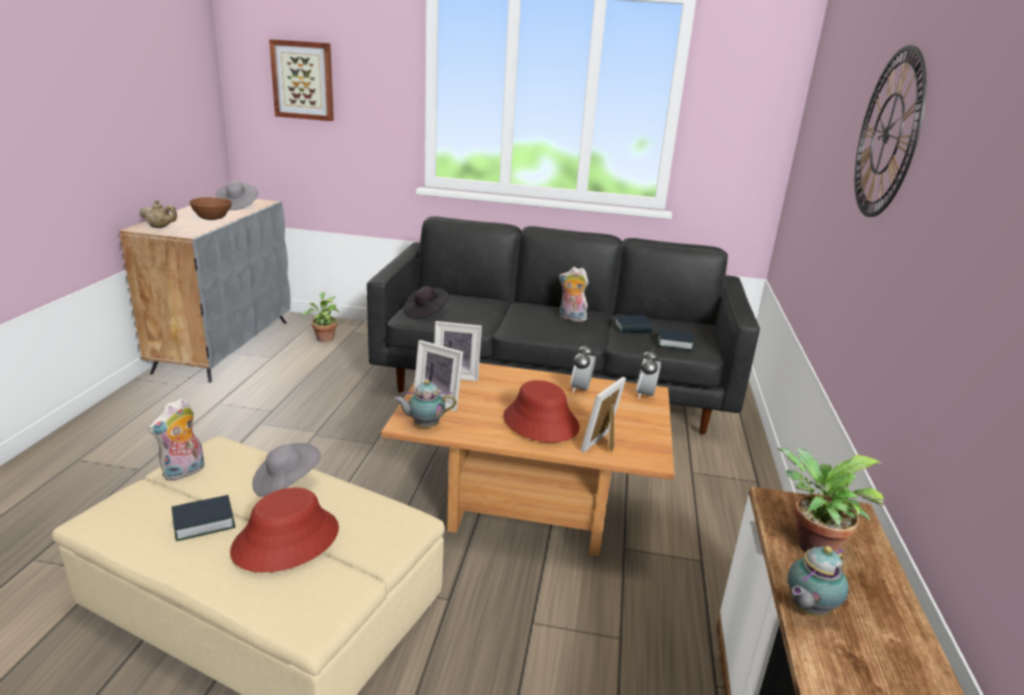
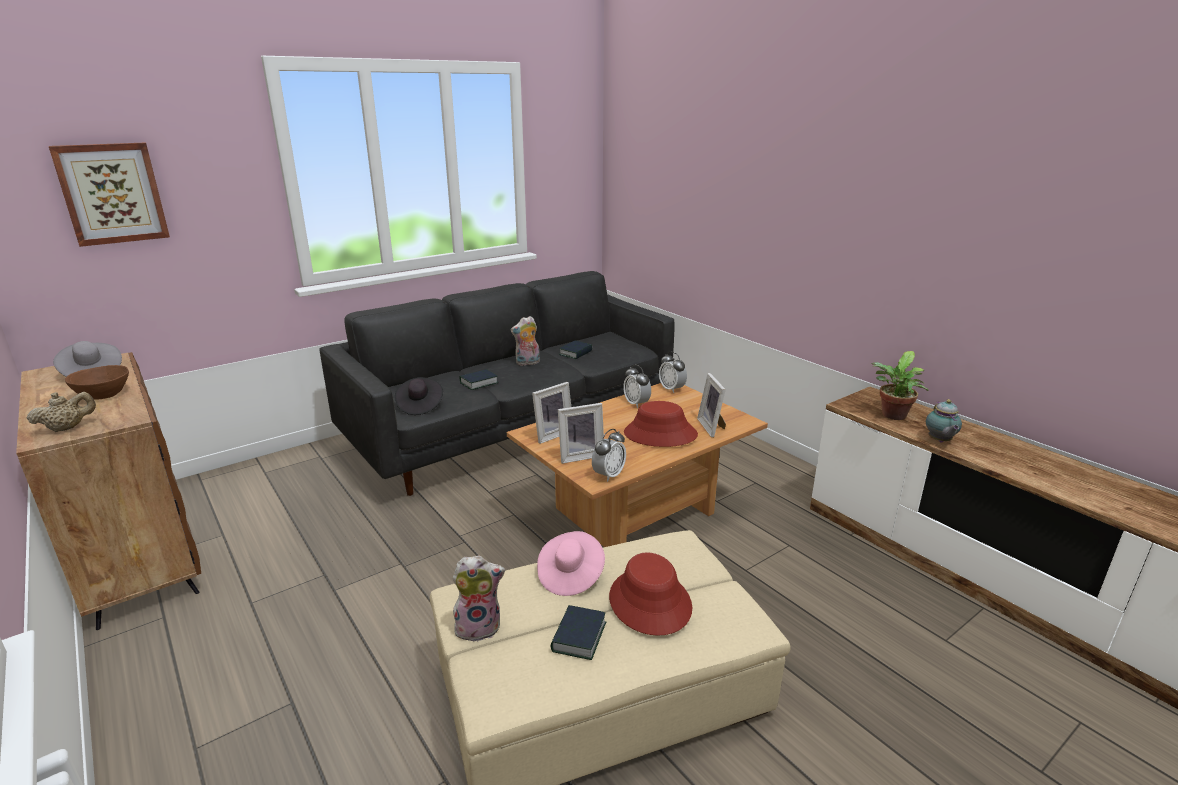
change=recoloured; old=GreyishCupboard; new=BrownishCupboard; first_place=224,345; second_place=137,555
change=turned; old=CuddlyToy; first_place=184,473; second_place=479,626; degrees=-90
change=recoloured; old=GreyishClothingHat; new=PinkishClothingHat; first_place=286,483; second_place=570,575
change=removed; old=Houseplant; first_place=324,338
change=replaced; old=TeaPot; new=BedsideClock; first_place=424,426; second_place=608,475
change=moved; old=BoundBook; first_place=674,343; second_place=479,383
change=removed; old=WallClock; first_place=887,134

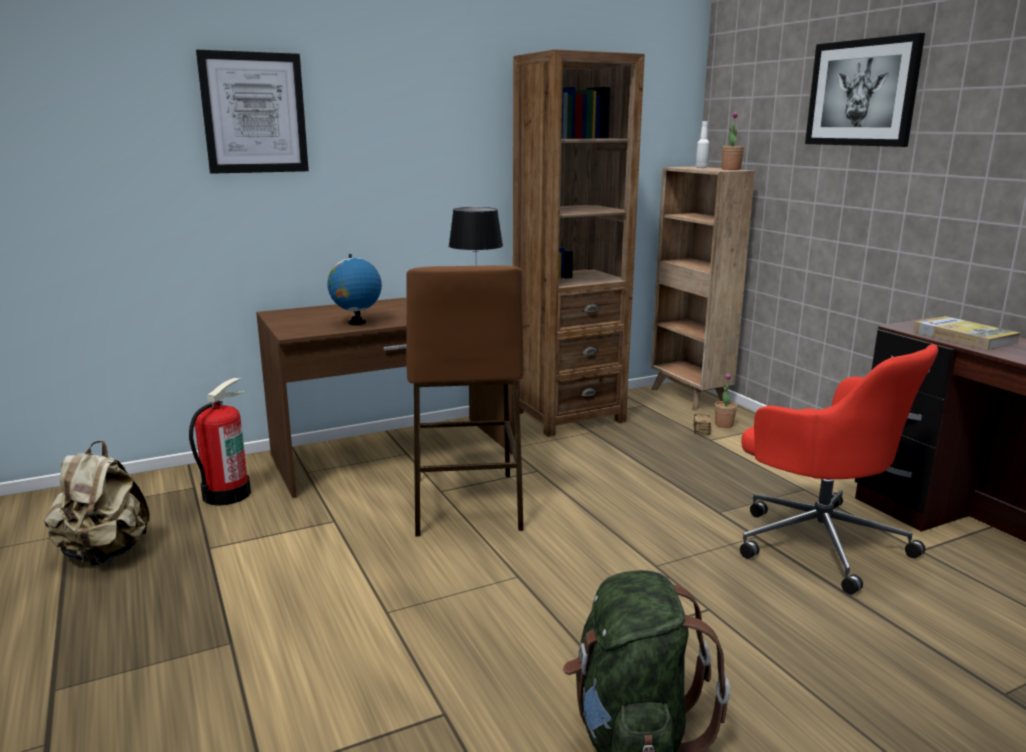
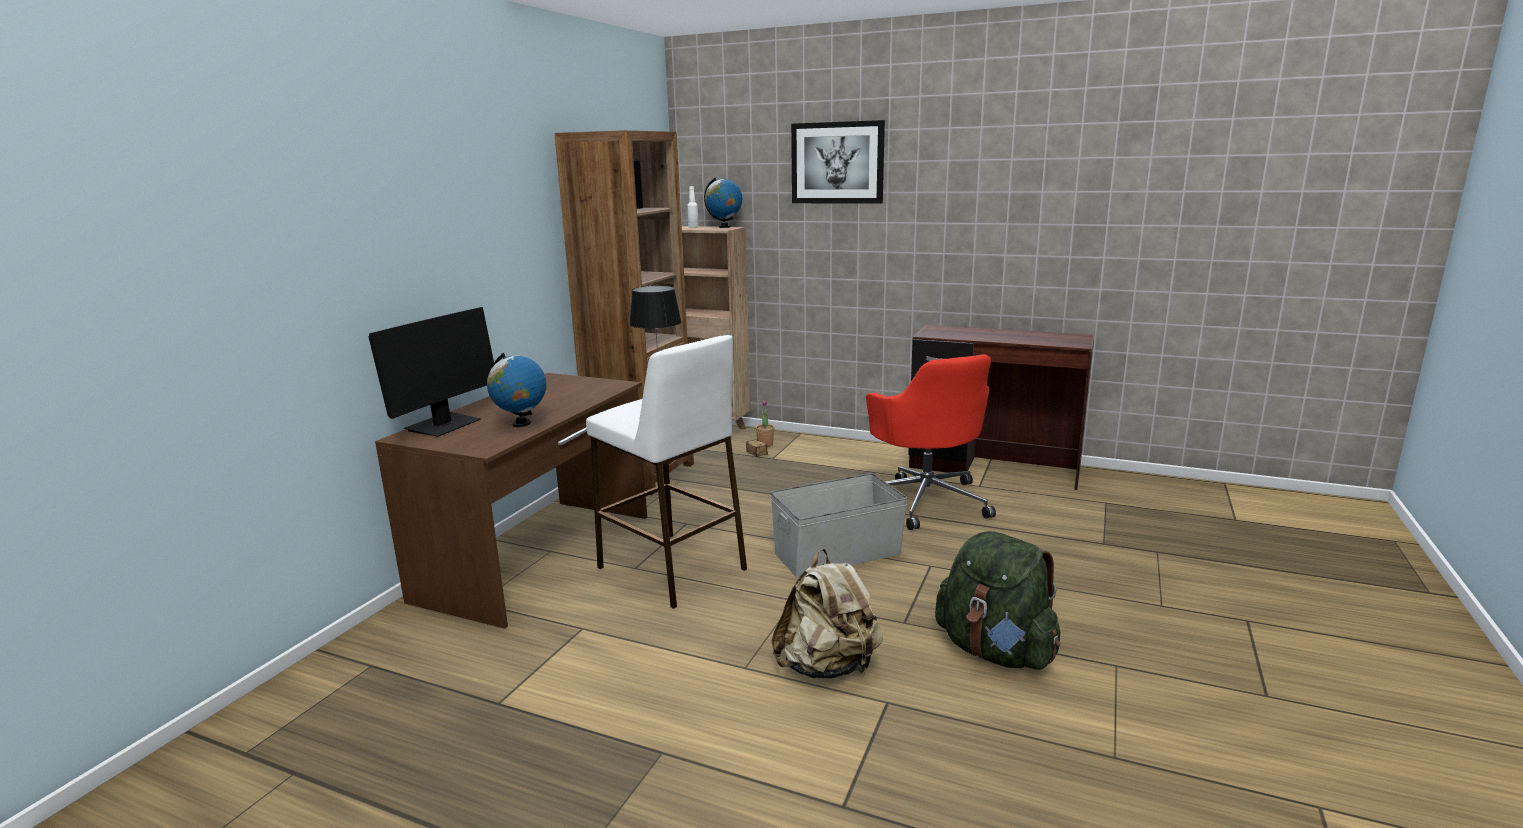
change=moved; old=SandColouredKnapsack; first_place=105,554; second_place=827,667
change=removed; old=Extinguisher; first_place=226,494
change=removed; old=WallPicture; first_place=254,113
change=recoloured; old=BrownishStool; new=WhiteColouredStool; first_place=466,504; second_place=672,569
change=replaced; old=Houseplant; new=DeskGlobe; first_place=731,169; second_place=724,227
change=turned; old=RedColouredComputerChair; first_place=817,541; second_place=926,501; degrees=60
change=removed; old=BoundBook; first_place=964,337
change=added; new=ComputerScreen; second_place=443,425
change=added; new=GreyishStorageContainer; second_place=836,553

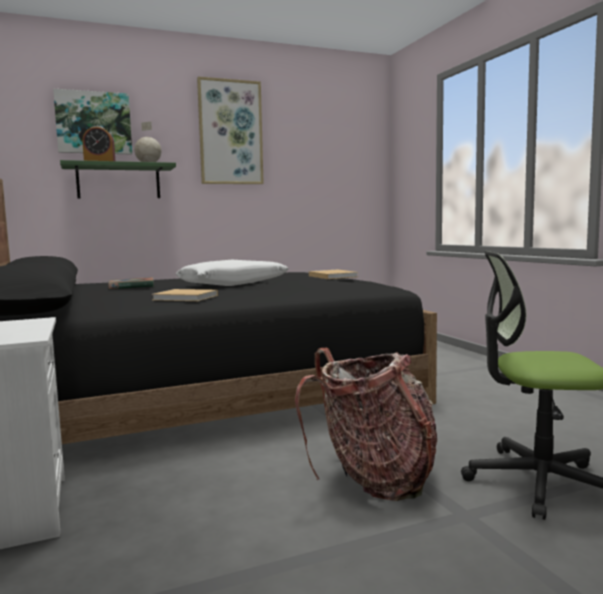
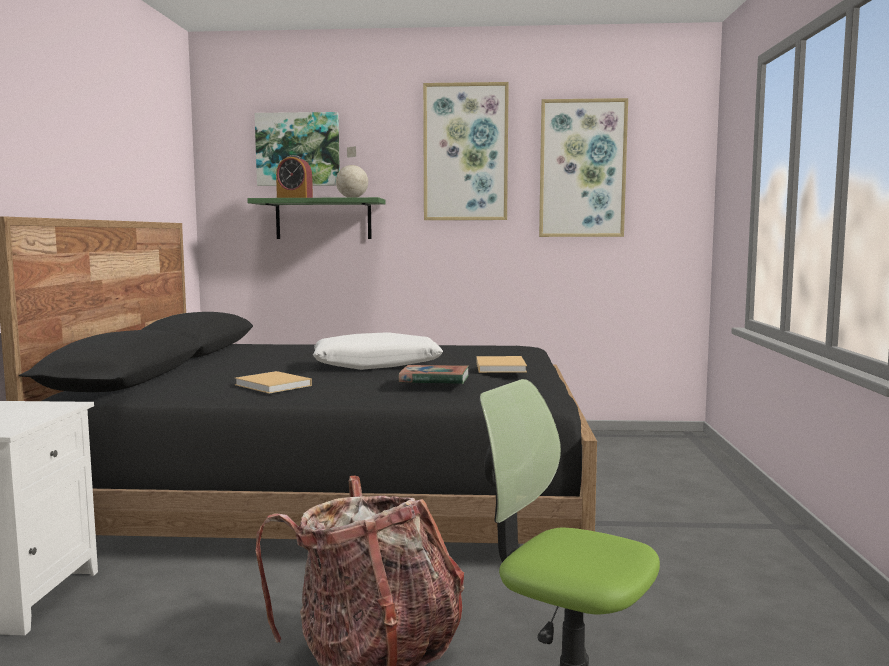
change=moved; old=BoundBook; first_place=131,287; second_place=434,380
change=added; new=WallPicture; second_place=582,169

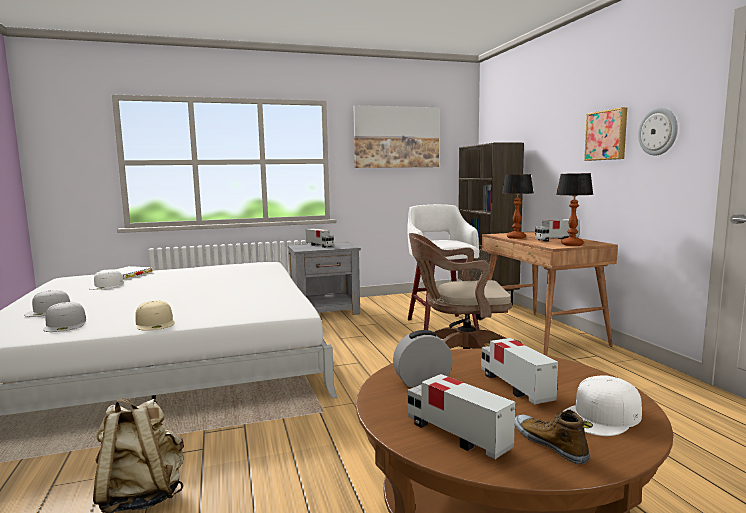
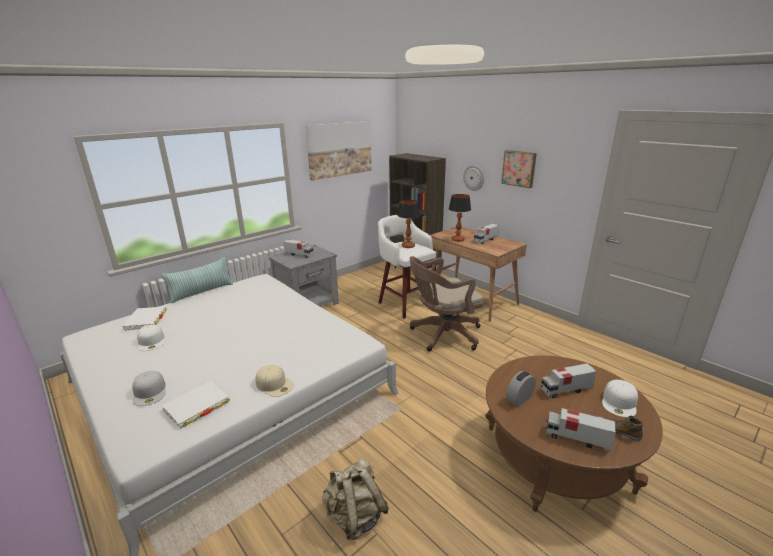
change=replaced; old=WhiteColouredCap; new=WhiteColouredBoundBook; first_place=66,324; second_place=197,406
change=turned; old=ModelTruck; first_place=515,386; second_place=565,390; degrees=-60
change=moved; old=LampForATable; first_place=572,244; second_place=408,246
change=moved; old=WallClock; first_place=658,131; second_place=474,177
change=added; new=Pillow; second_place=201,292

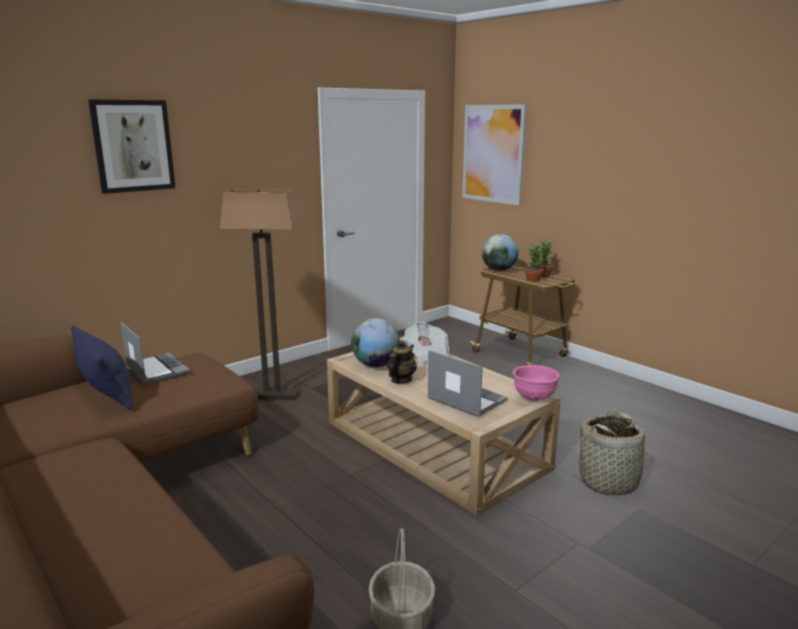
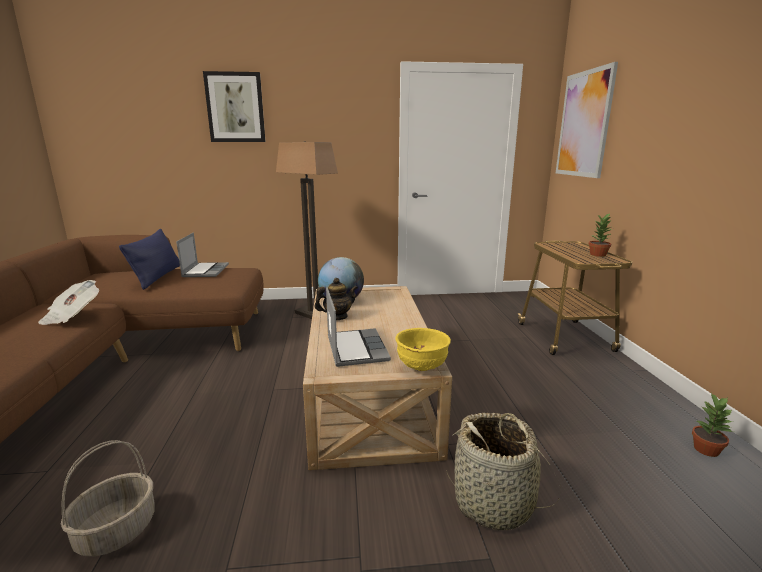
change=moved; old=DailyPaper; first_place=426,356; second_place=72,316
change=removed; old=DeskGlobe; first_place=499,270
change=recoloured; old=PinkishBowl; new=YellowishBowl; first_place=534,397; second_place=422,367
change=moved; old=Houseplant; first_place=533,279; second_place=706,449

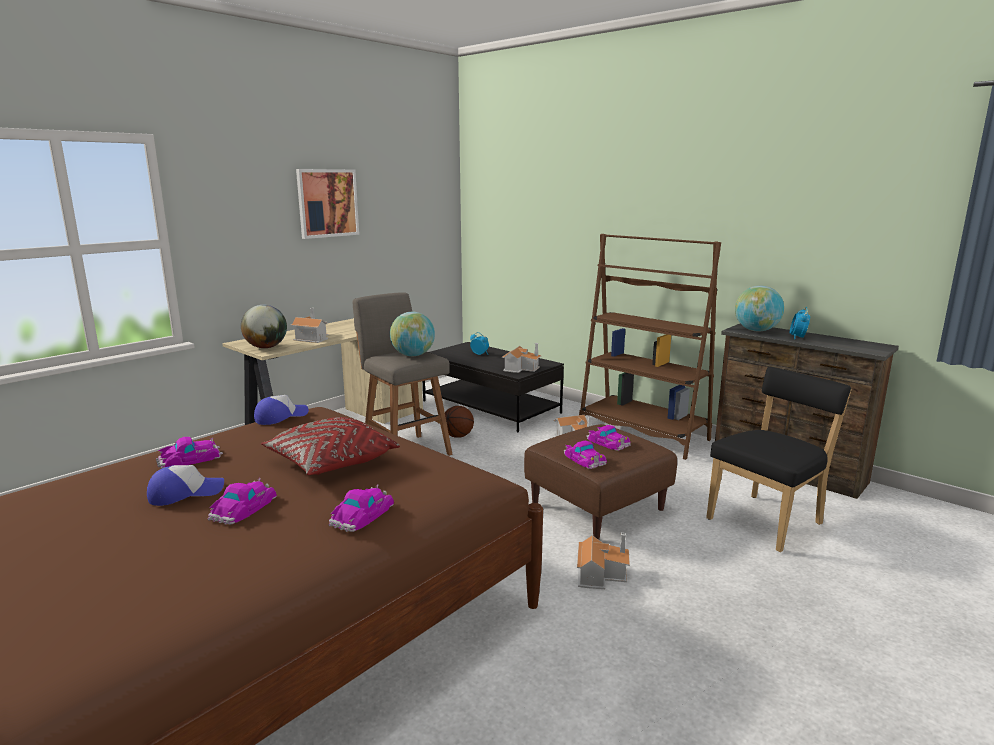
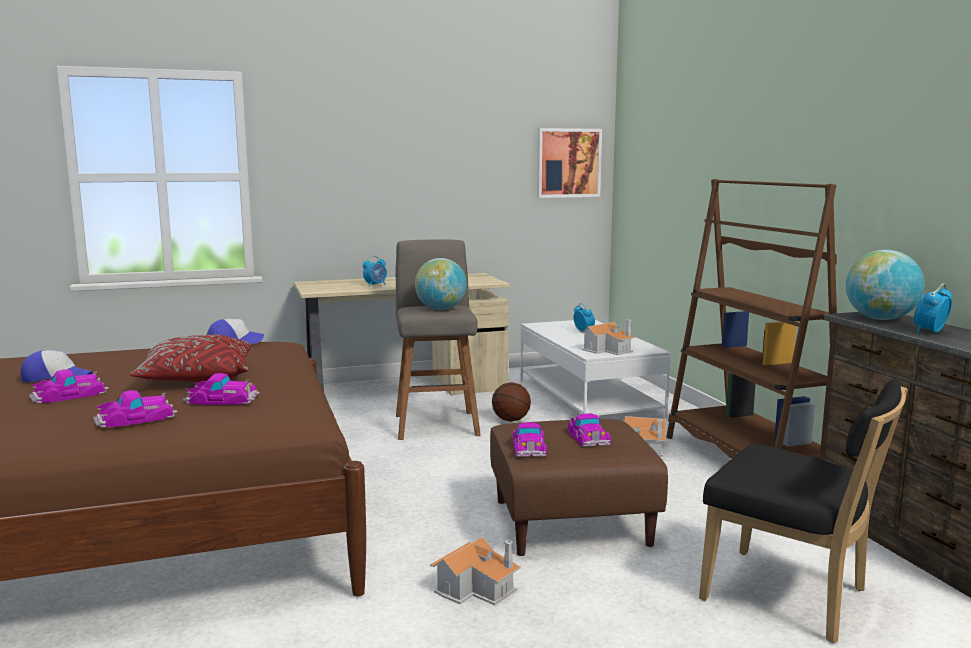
change=moved; old=ToyCar; first_place=190,458; second_place=222,399
change=removed; old=DeskGlobe; first_place=266,347
change=replaced; old=MiniatureHouse; new=BedsideClock; first_place=312,338; second_place=375,285
change=moved; old=WallPicture; first_place=327,203; second_place=568,163
change=recoloured; old=BlackColouredCoffeeTable; new=WhiteColouredCoffeeTable; first_place=490,407; second_place=587,399
change=turned; old=BlackColouredChair; first_place=768,520; second_place=791,597; degrees=45

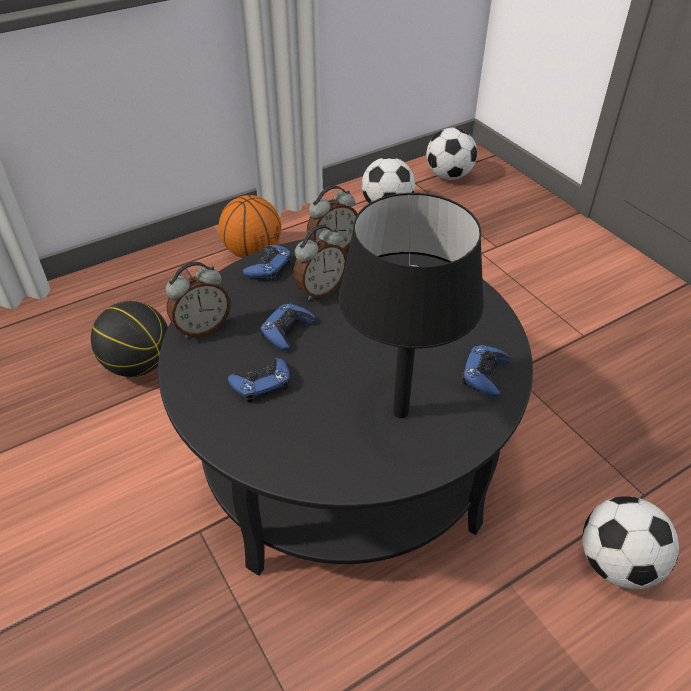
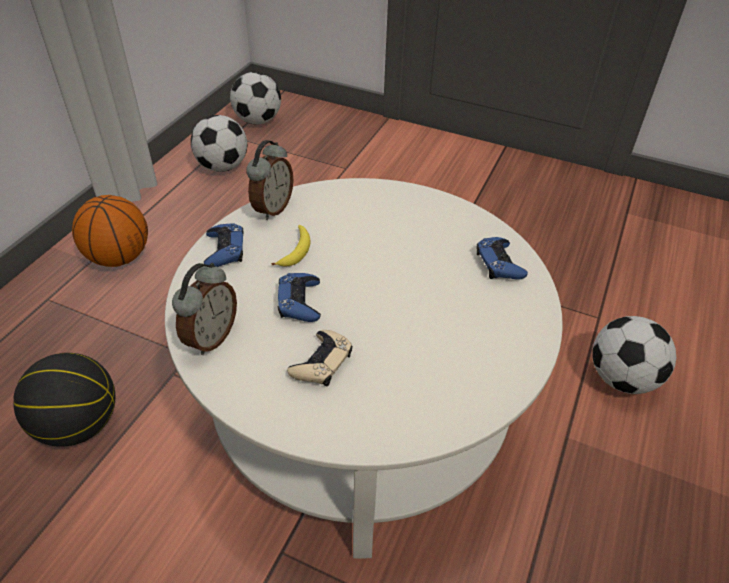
change=recoloured; old=BlackColouredCoffeeTable; new=WhiteColouredCoffeeTable; first_place=345,455; second_place=361,405
change=recoloured; old=BlueColouredGameController; new=SandColouredGameController; first_place=261,383; second_place=321,362
change=replaced; old=BedsideClock; new=Banana; first_place=320,290; second_place=296,251
change=removed; old=BlackColouredLampForATable; first_place=400,411

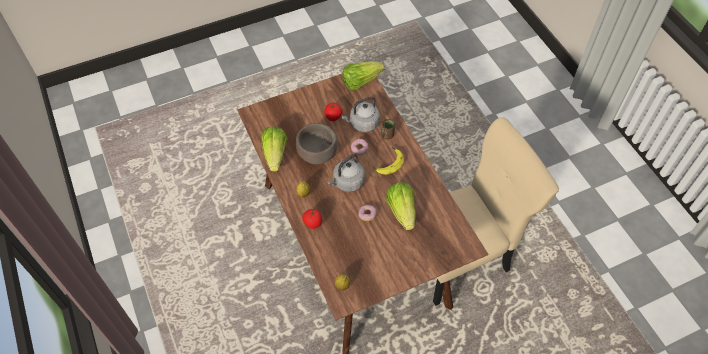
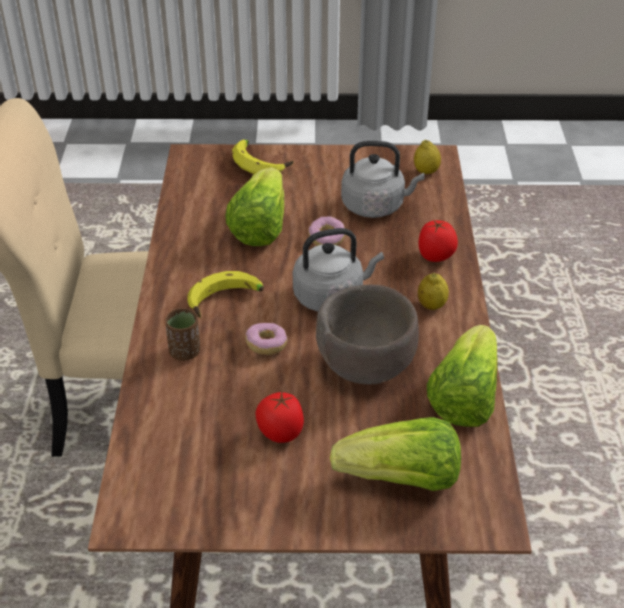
change=moved; old=Lettuce; first_place=360,81; second_place=402,479
change=moved; old=GreyishTeaKettle; first_place=362,124; second_place=376,206
change=added; new=Banana; second_place=261,163

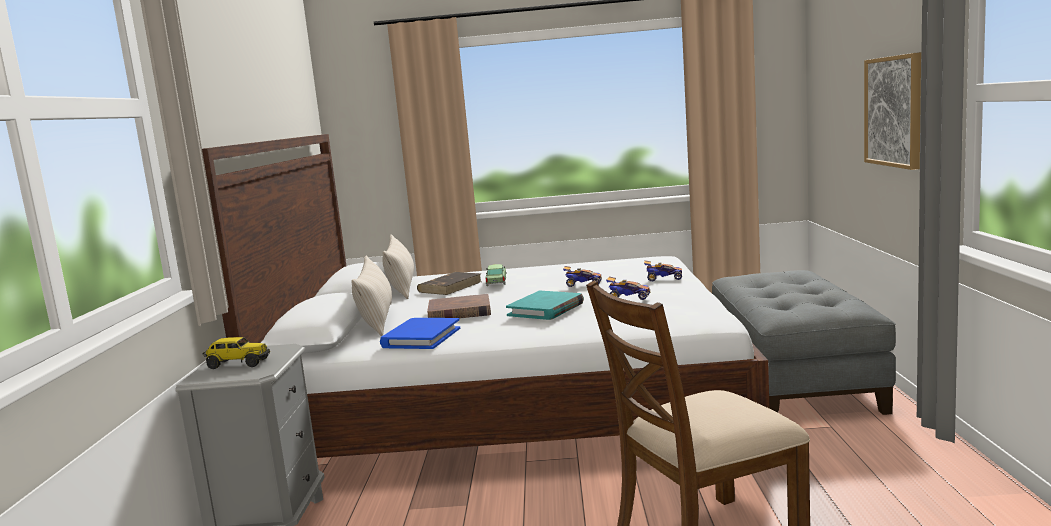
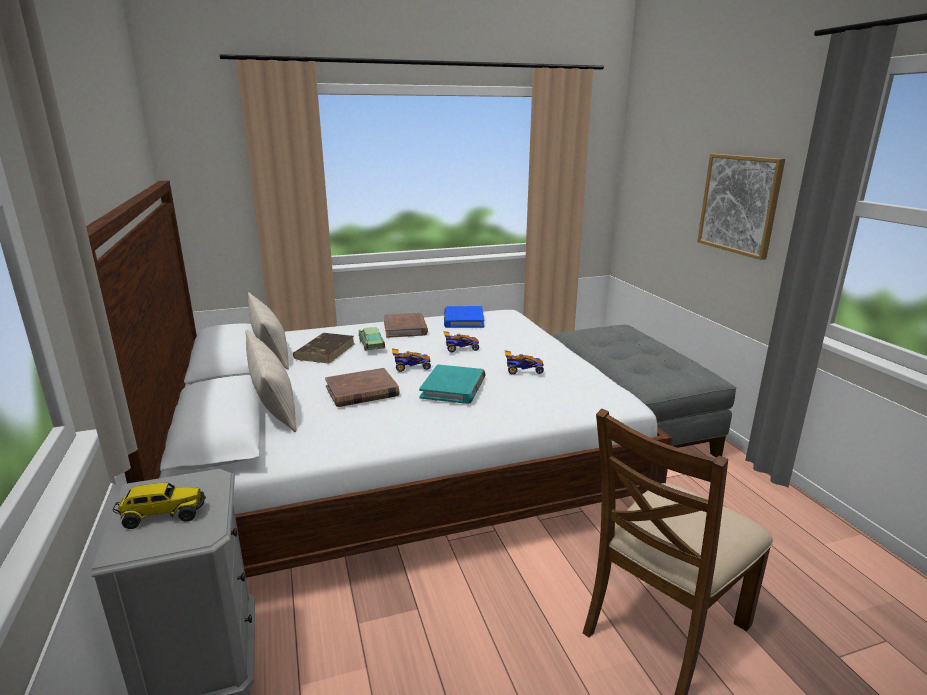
change=moved; old=BlueColouredBoundBook; first_place=421,337; second_place=463,320
change=moved; old=ToyCar; first_place=663,279; second_place=411,367
change=added; new=BrownishBoundBook; second_place=405,328

